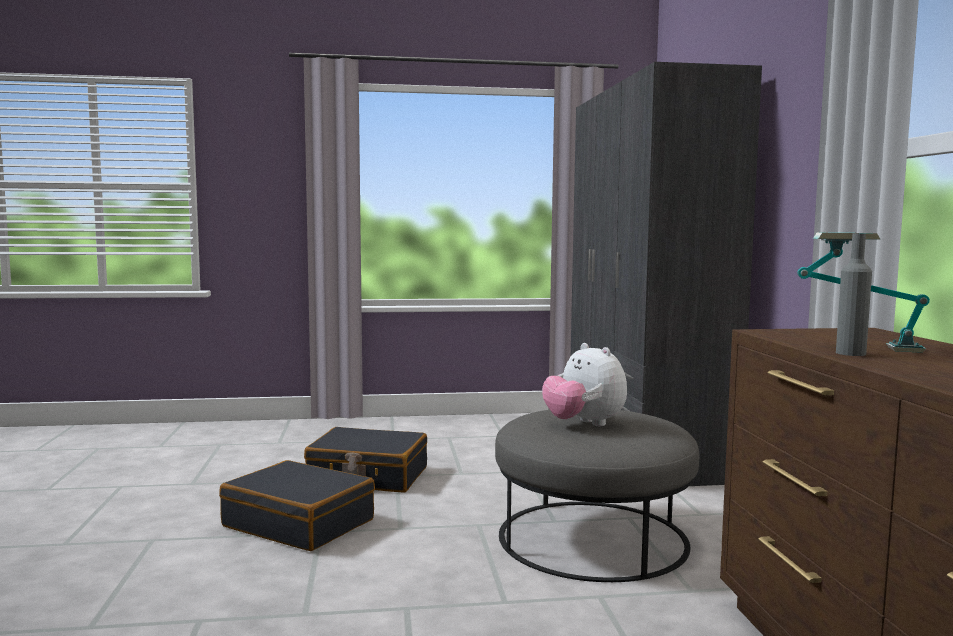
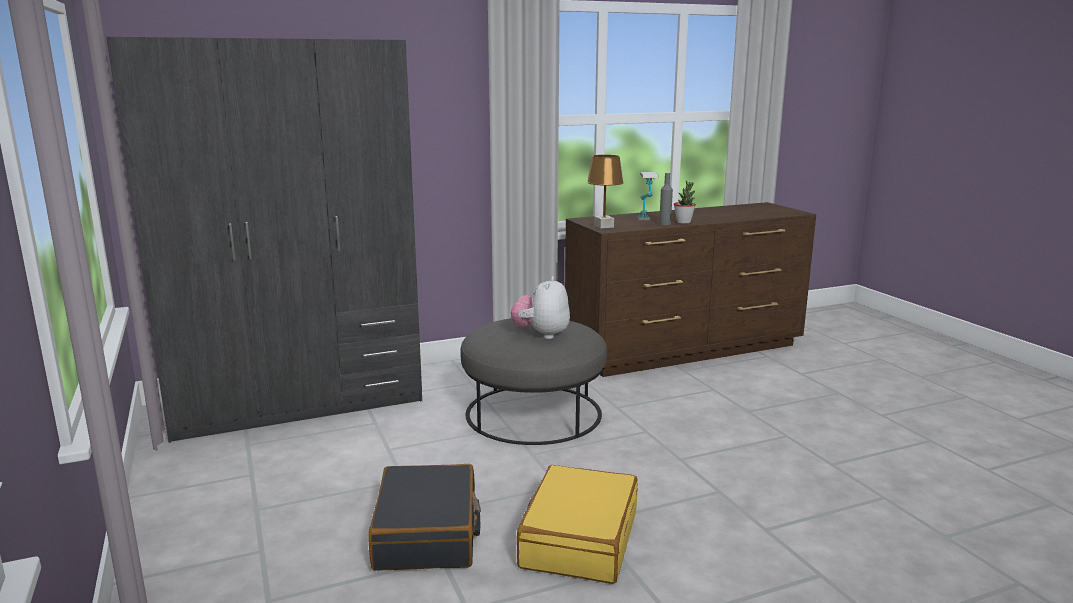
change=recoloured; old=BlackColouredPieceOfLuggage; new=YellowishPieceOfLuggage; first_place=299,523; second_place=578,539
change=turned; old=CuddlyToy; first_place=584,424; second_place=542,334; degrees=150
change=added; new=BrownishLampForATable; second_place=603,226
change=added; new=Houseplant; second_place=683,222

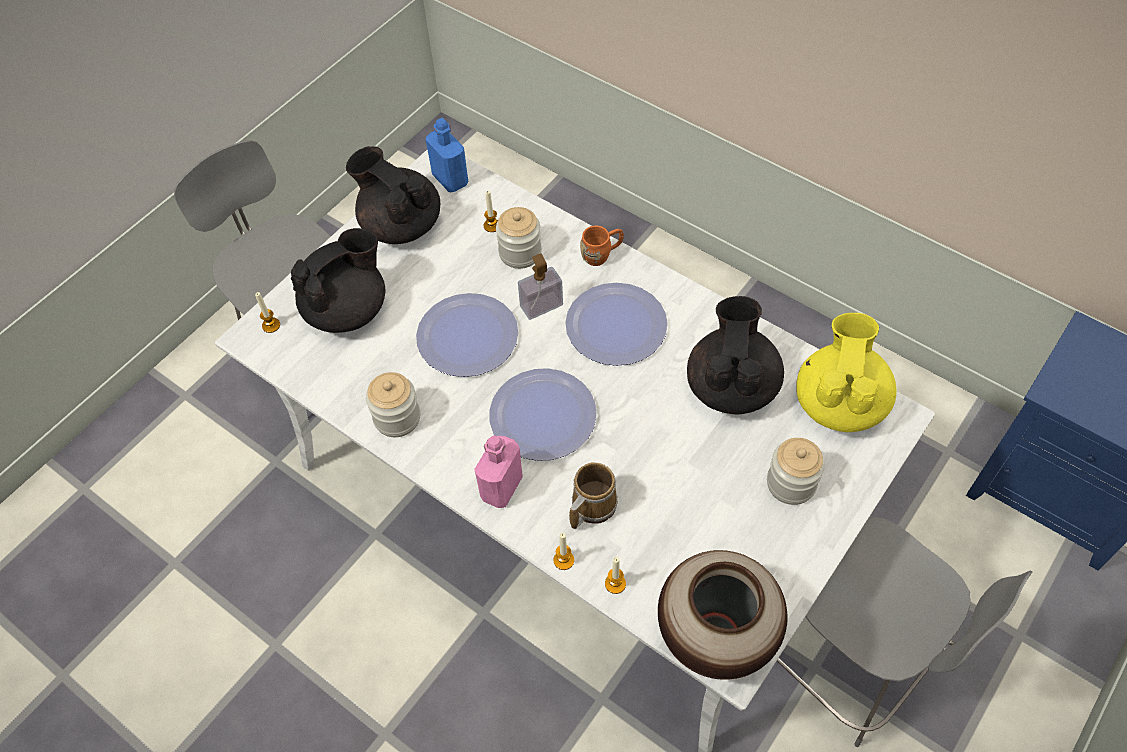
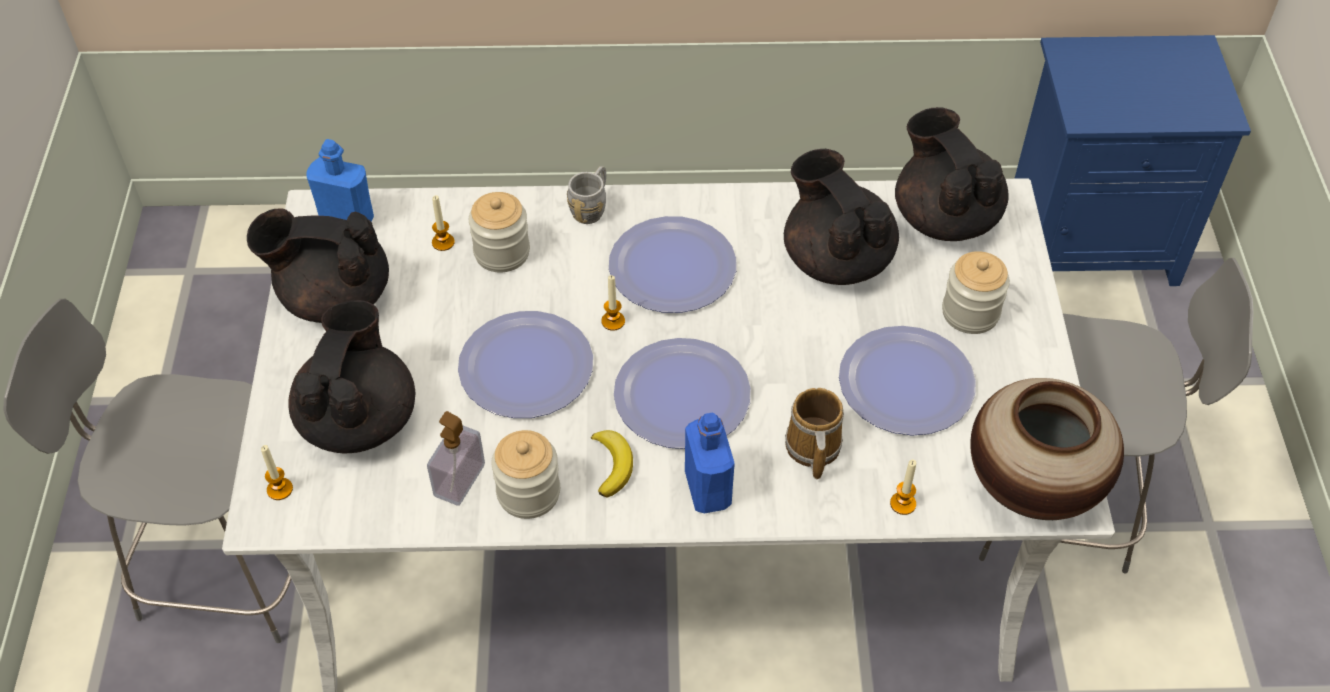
change=recoloured; old=PinkishBottle; new=BlueColouredBottle; first_place=501,487; second_place=707,489
change=moved; old=LiquidSoapBottle; first_place=541,306; second_place=459,480
change=moved; old=Candle; first_place=563,560; second_place=613,321
change=recoloured; old=OrangeCoffeeMug; new=GreyishCoffeeMug; first_place=602,254; second_place=592,207
change=recoloured; old=YellowishTeaPot; new=BlackColouredTeaPot; first_place=839,402; second_place=944,217
change=added; new=Banana; second_place=612,465
change=added; new=Plate; second_place=906,382

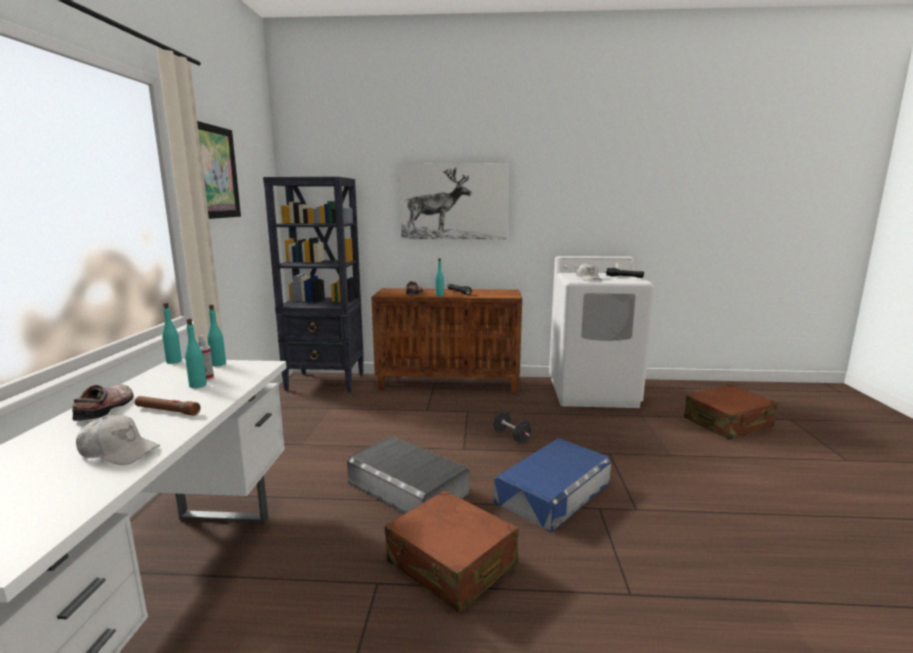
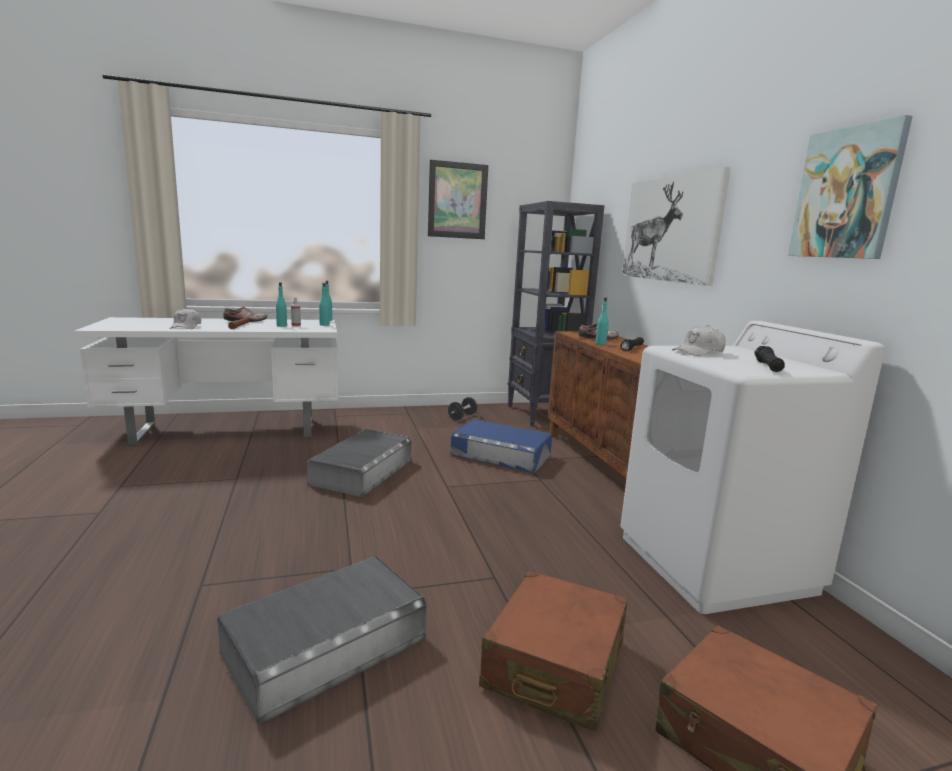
change=moved; old=BrownishPieceOfLuggage; first_place=451,564; second_place=554,665
change=moved; old=BlackColouredFreeWeight; first_place=511,436; second_place=462,417
change=moved; old=BlueColouredStorageContainer; first_place=553,492; second_place=501,455
change=added; new=GreyishStorageContainer; second_place=326,646
change=added; new=WallPicture; second_place=846,193

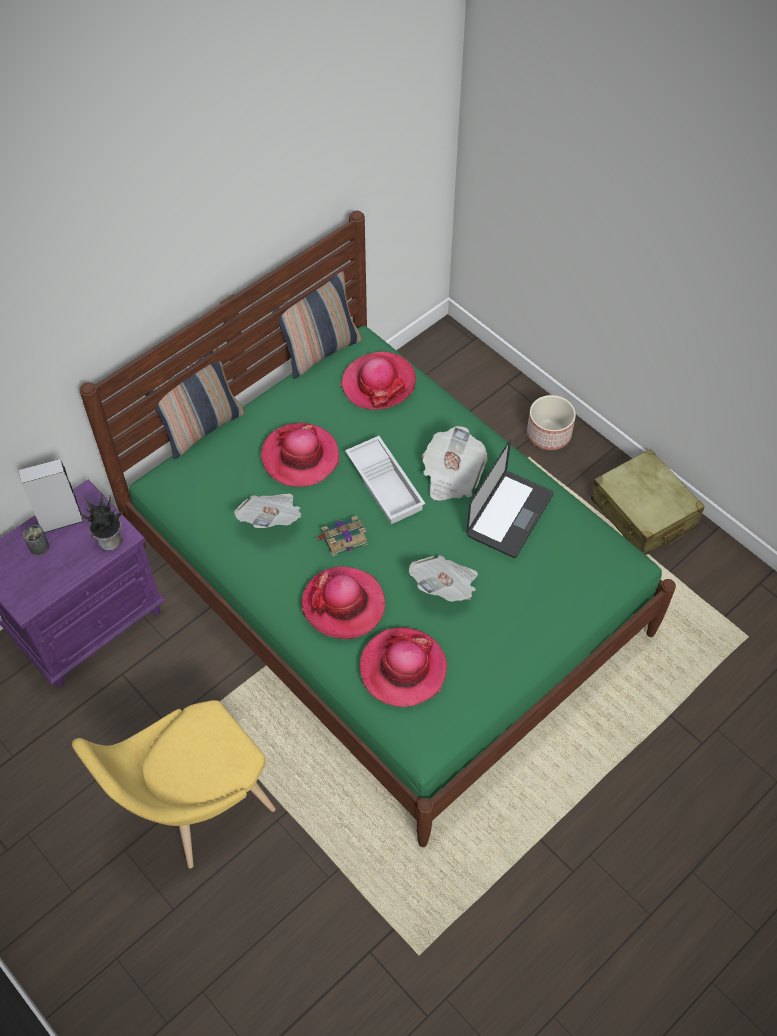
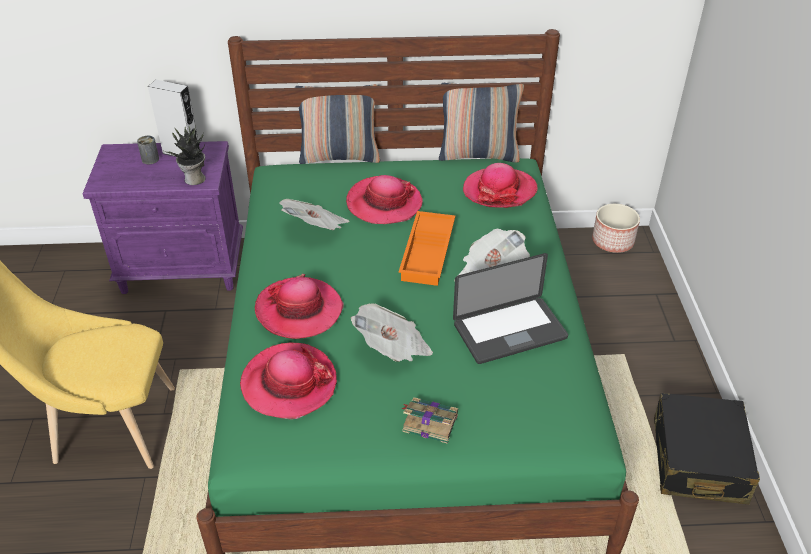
change=moved; old=BoundBook; first_place=343,538; second_place=429,422
change=recoloured; old=WhiteColouredTray; new=OrangeTray; first_place=386,484; second_place=429,253
change=moved; old=PlantPot; first_place=549,433; second_place=613,241
change=recoloured; old=SandColouredPieceOfLuggage; new=BlackColouredPieceOfLuggage; first_place=643,513; second_place=698,460

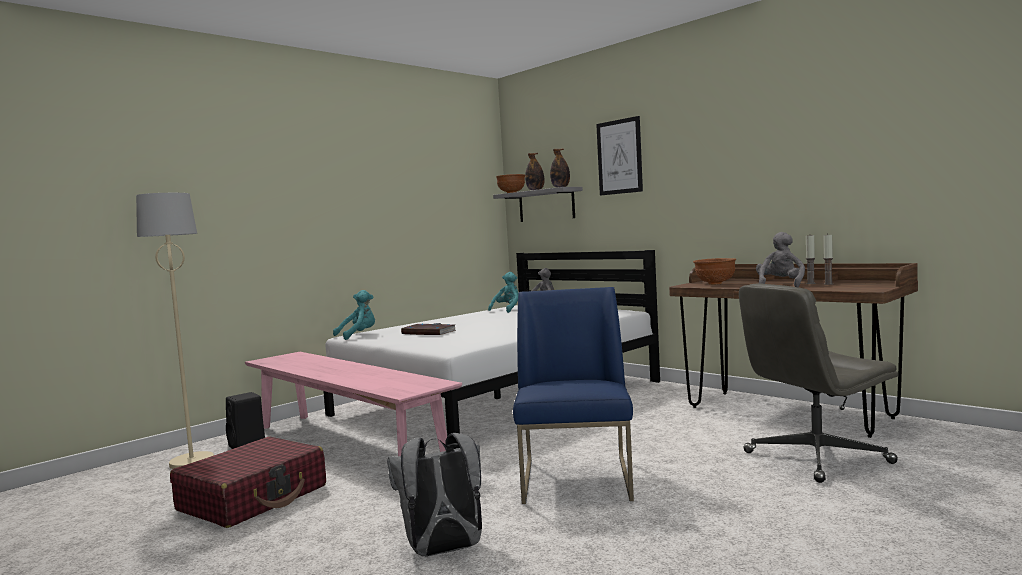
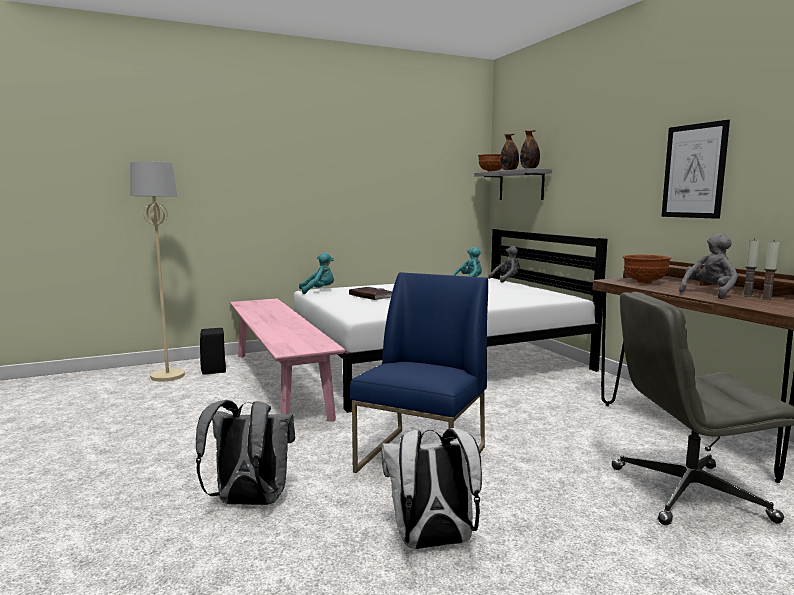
change=removed; old=RedColouredPieceOfLuggage; first_place=254,498
change=moved; old=WallPicture; first_place=619,157; second_place=694,171
change=added; new=WhiteColouredKnapsack; second_place=432,543

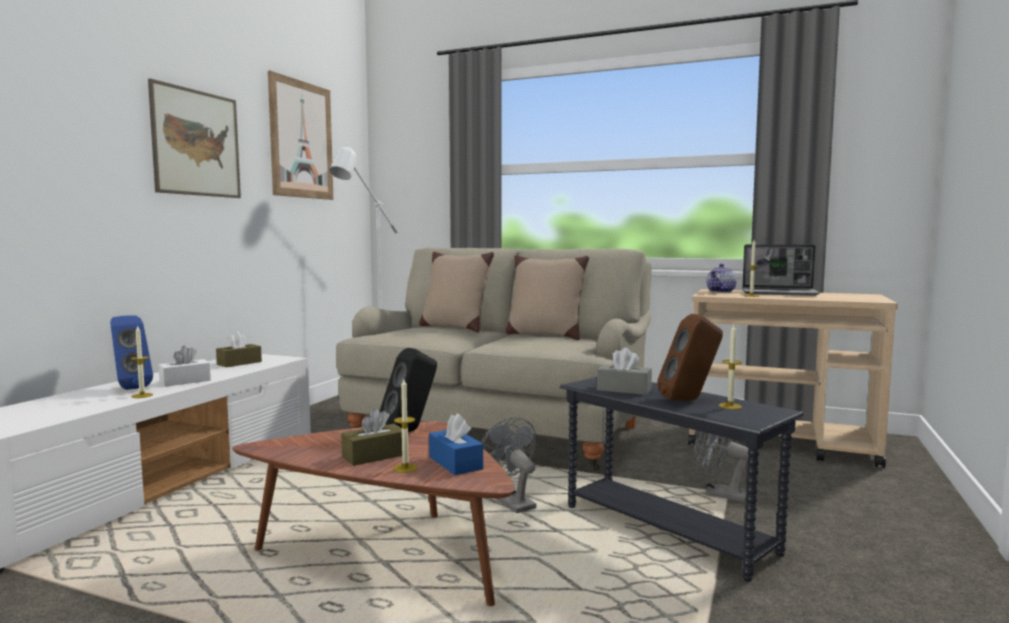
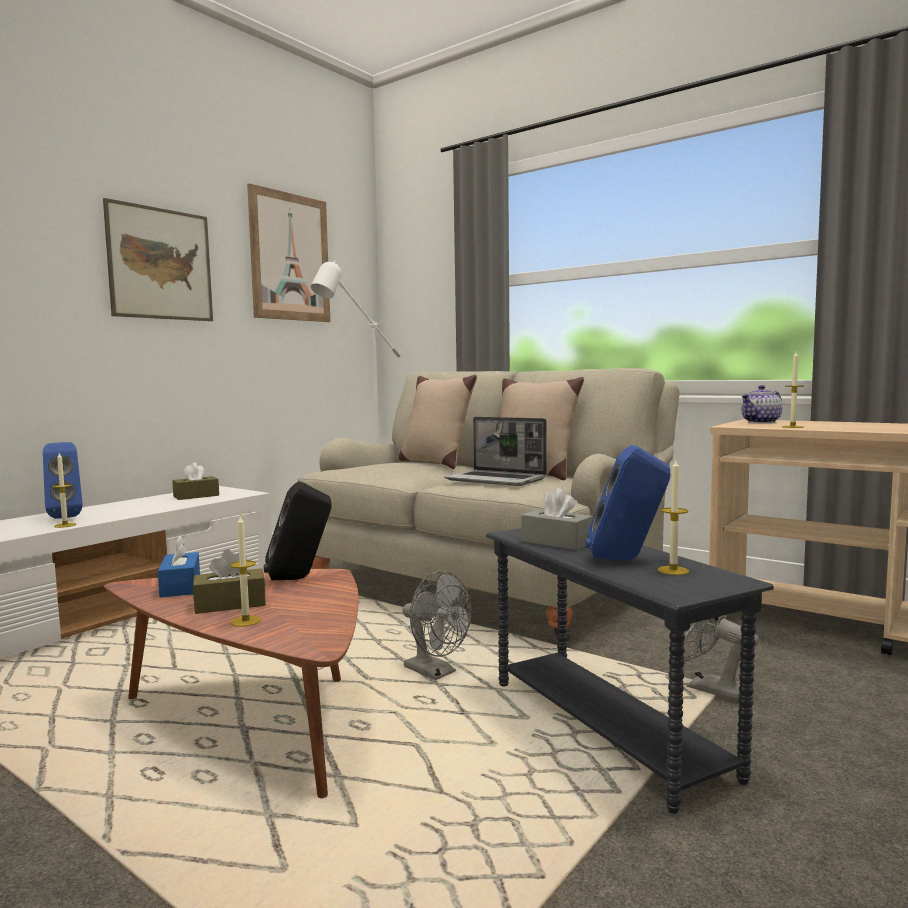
change=removed; old=WhiteColouredTissueBox; first_place=185,381
change=moved; old=BlueColouredTissueBox; first_place=455,463; second_place=180,586
change=turned; old=GreyishFan; first_place=511,503; second_place=436,673; degrees=150
change=recoloured; old=BrownishSpeaker; new=BlueColouredSpeaker; first_place=690,400; second_place=626,560
change=moved; old=PortableComputer; first_place=780,293; second_place=497,480

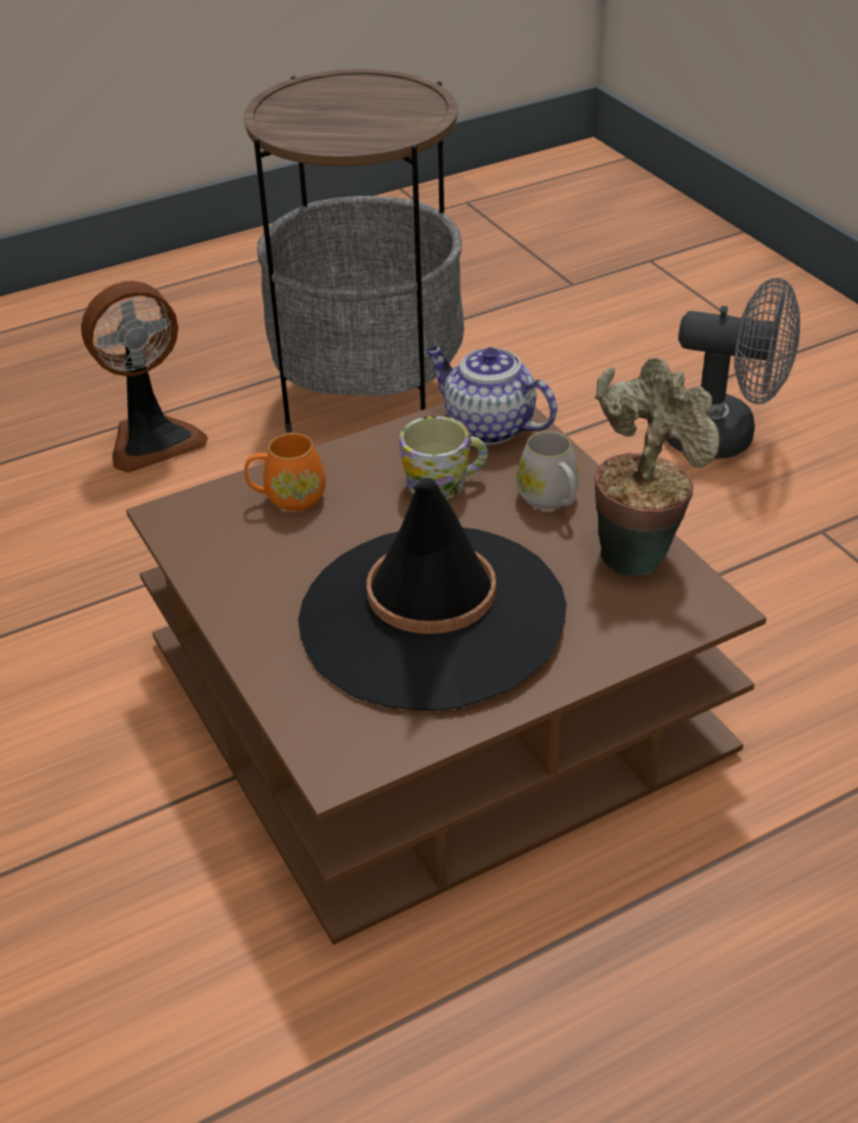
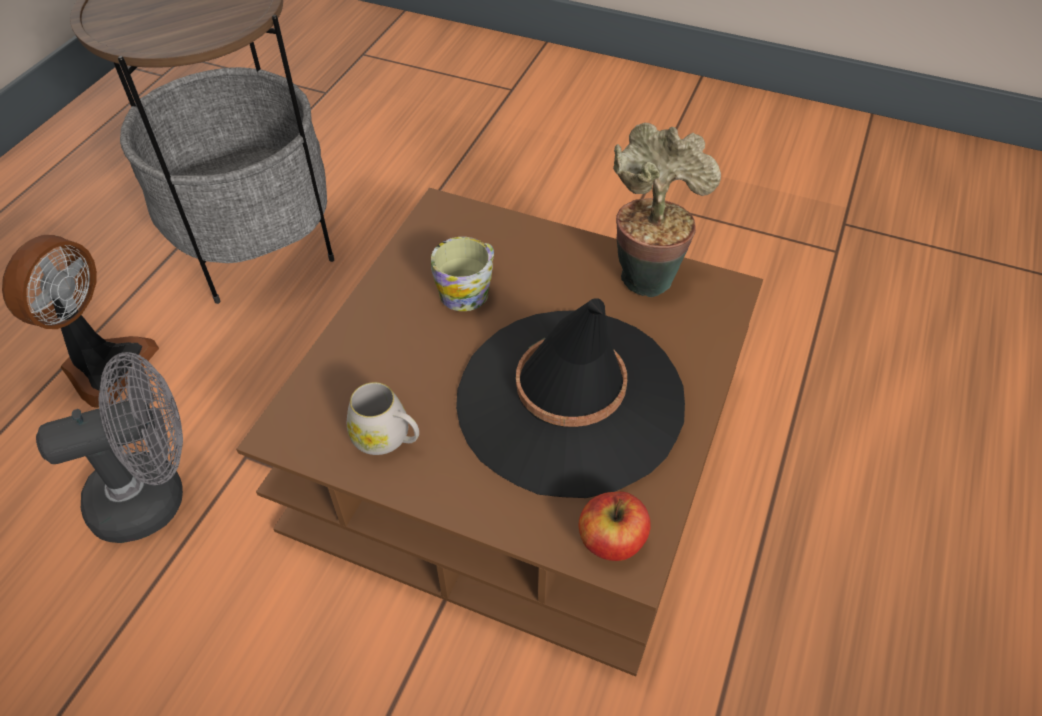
change=removed; old=OrangeCoffeeMug; first_place=287,498
change=removed; old=TeaPot; first_place=487,426
change=moved; old=WhiteColouredCoffeeMug; first_place=551,500; second_place=387,439
change=moved; old=GreyishFan; first_place=724,437; second_place=154,495
change=added; new=AppleFruit; second_place=612,540

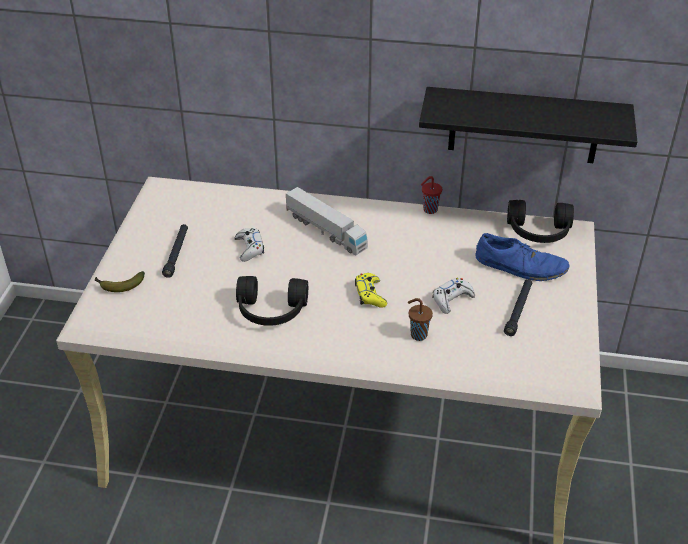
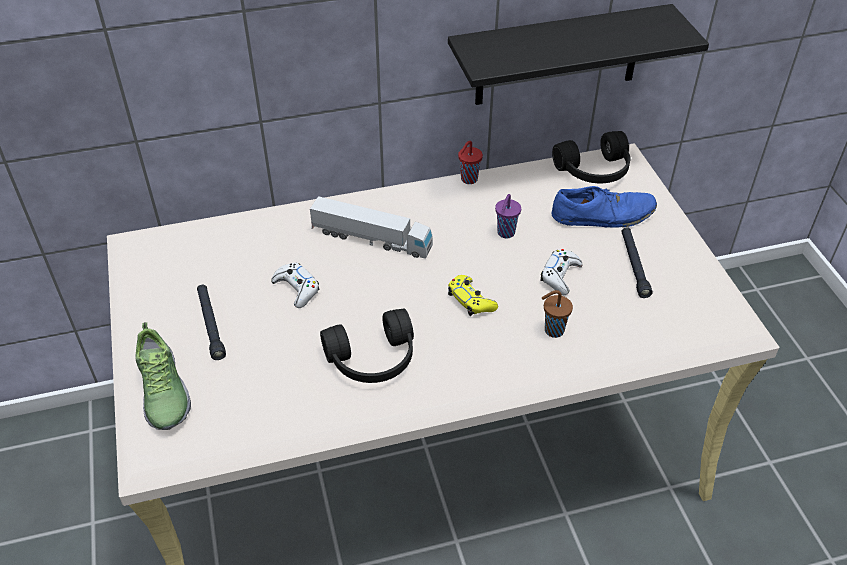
change=replaced; old=Banana; new=ItemOfFootwear; first_place=119,285; second_place=162,392
change=added; new=PurpleSmallCup; second_place=505,233

